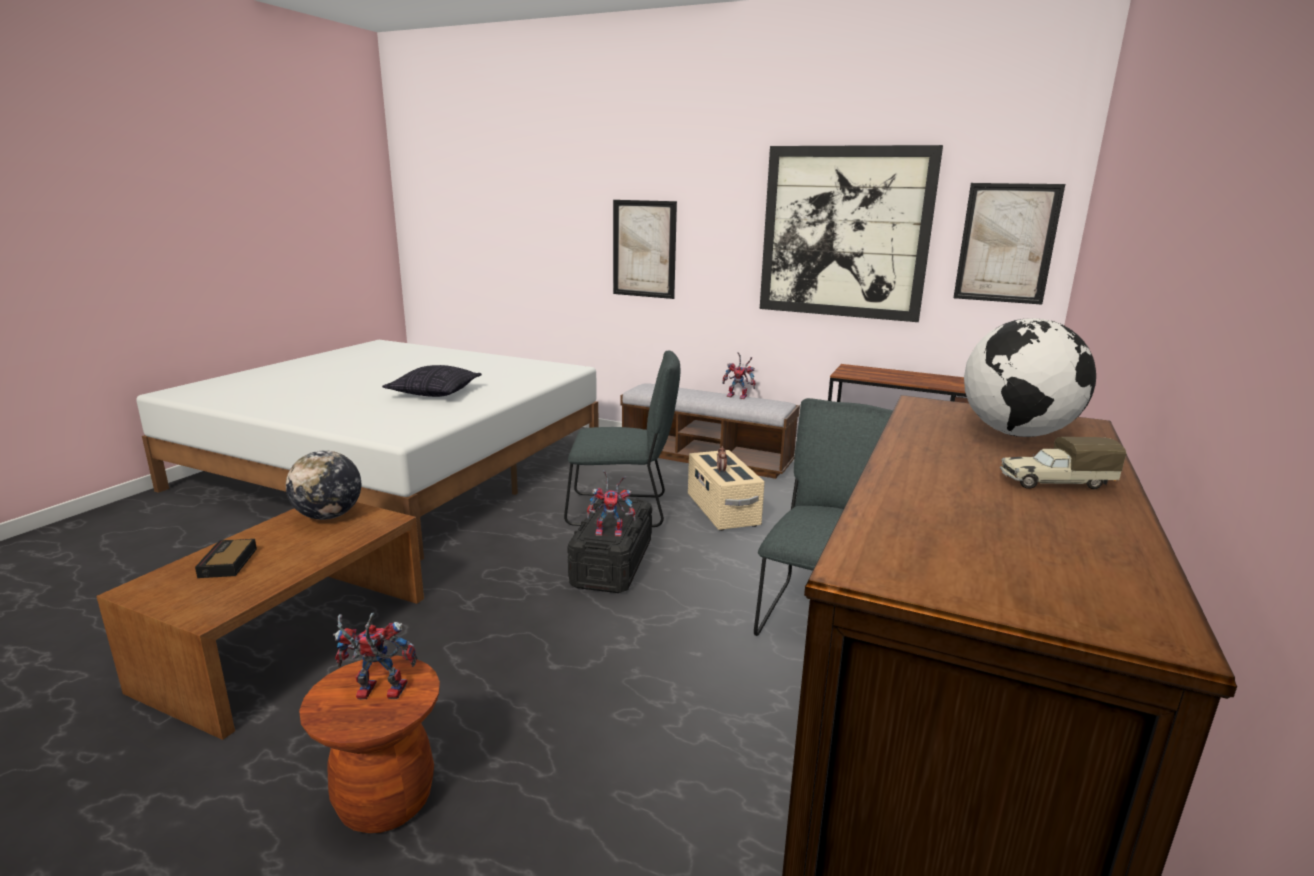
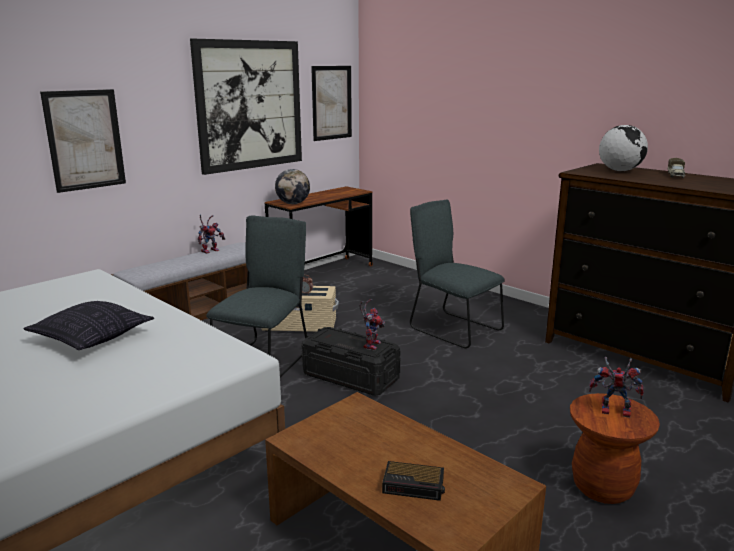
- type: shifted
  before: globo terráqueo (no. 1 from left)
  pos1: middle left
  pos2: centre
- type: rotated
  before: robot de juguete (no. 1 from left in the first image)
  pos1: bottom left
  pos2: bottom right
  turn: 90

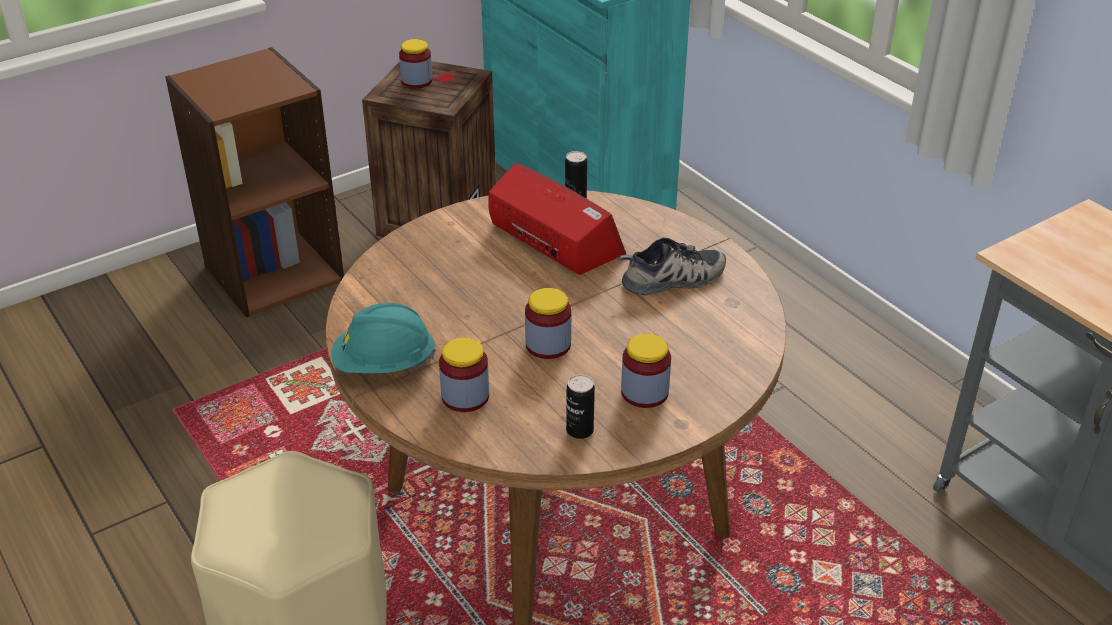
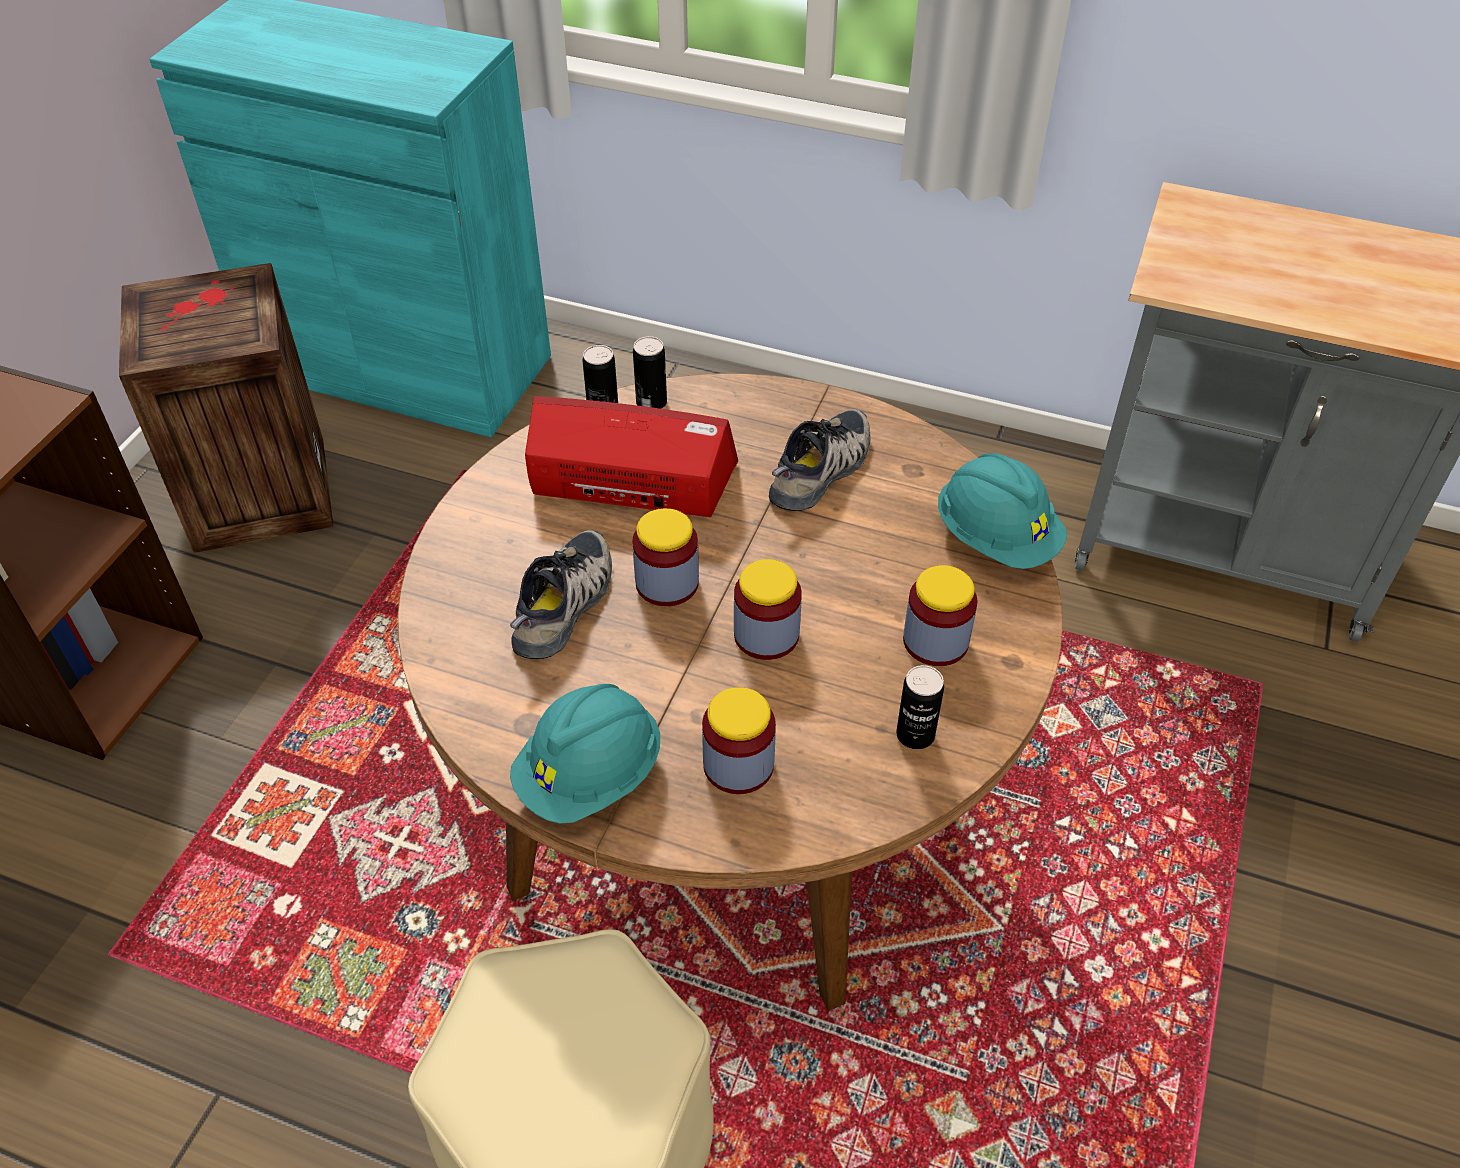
- type: new
  after: zapato (no. 1 from left)
  pos2: centre
- type: new
  after: lata (no. 2 from left)
  pos2: top centre
- type: new
  after: casco (turquesa) (no. 2 from left)
  pos2: middle right
- type: shifted
  before: tarro (no. 1 from left)
  pos1: top centre
  pos2: centre

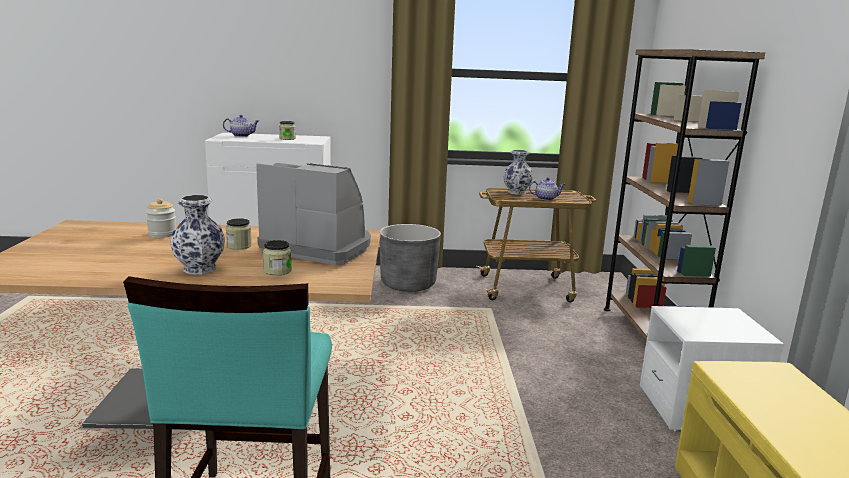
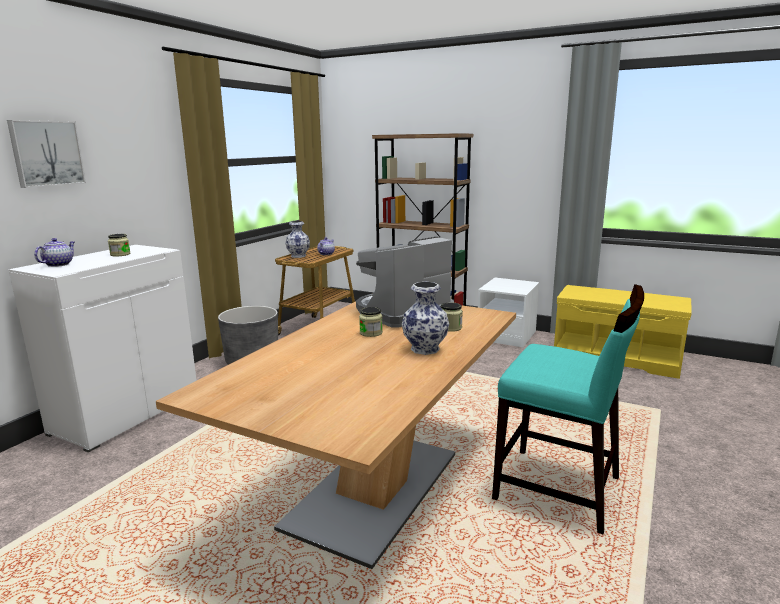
- type: gone
  before: tarro (no. 1 from left)
  pos1: middle left
- type: new
  after: cuadro
  pos2: top left

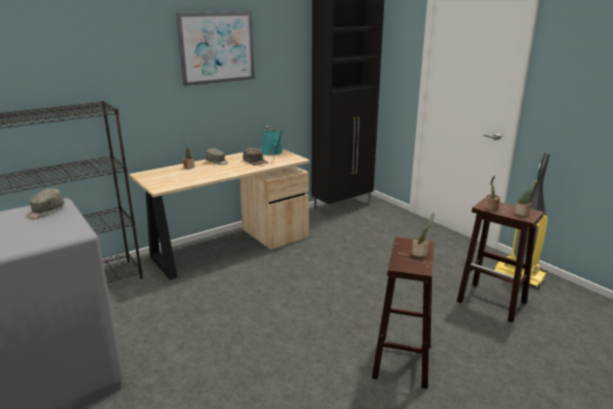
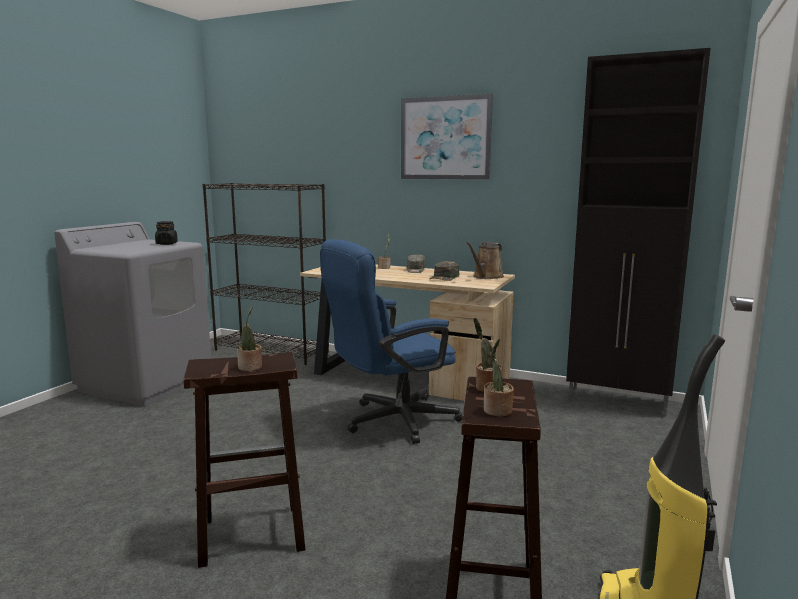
- type: new
  after: silla de oficina (azul)
  pos2: centre
- type: swapped
  before: gorra (gris) (no. 1 from left)
  after: tarro (negro)
  pos1: middle left
  pos2: middle left
- type: repainted
  before: regadera (turquesa)
  after: regadera (marrón)
  pos1: centre
  pos2: centre

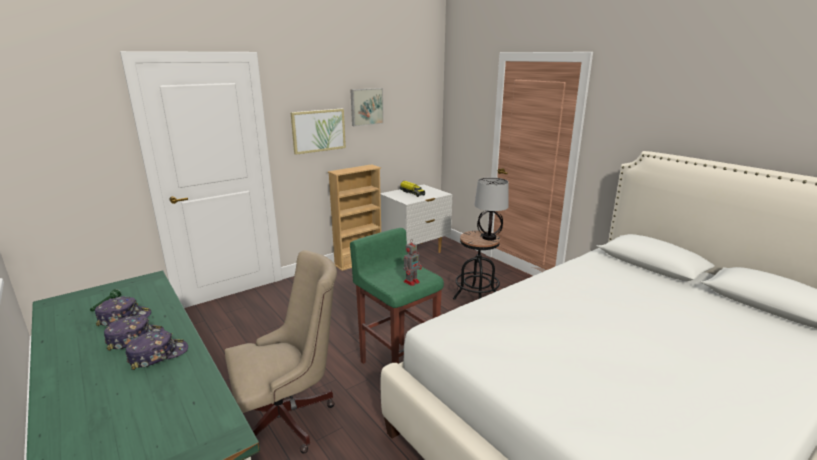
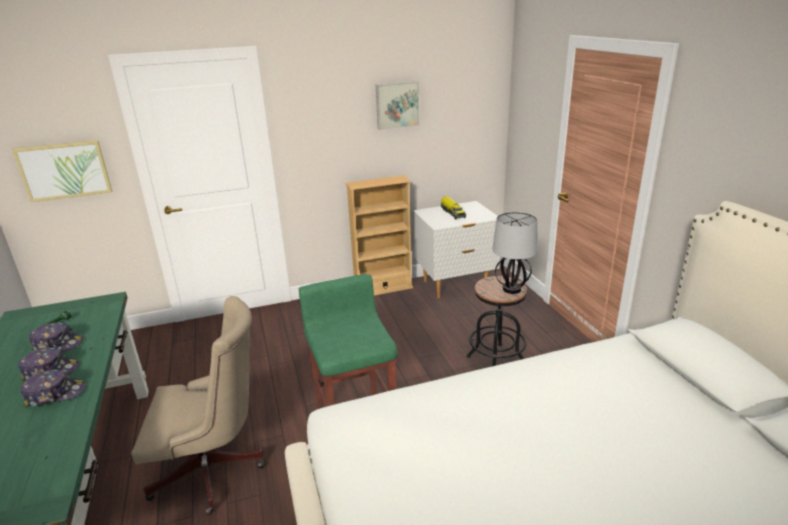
- type: gone
  before: robot de juguete
  pos1: centre
- type: shifted
  before: cuadro (no. 1 from left)
  pos1: top centre
  pos2: top left

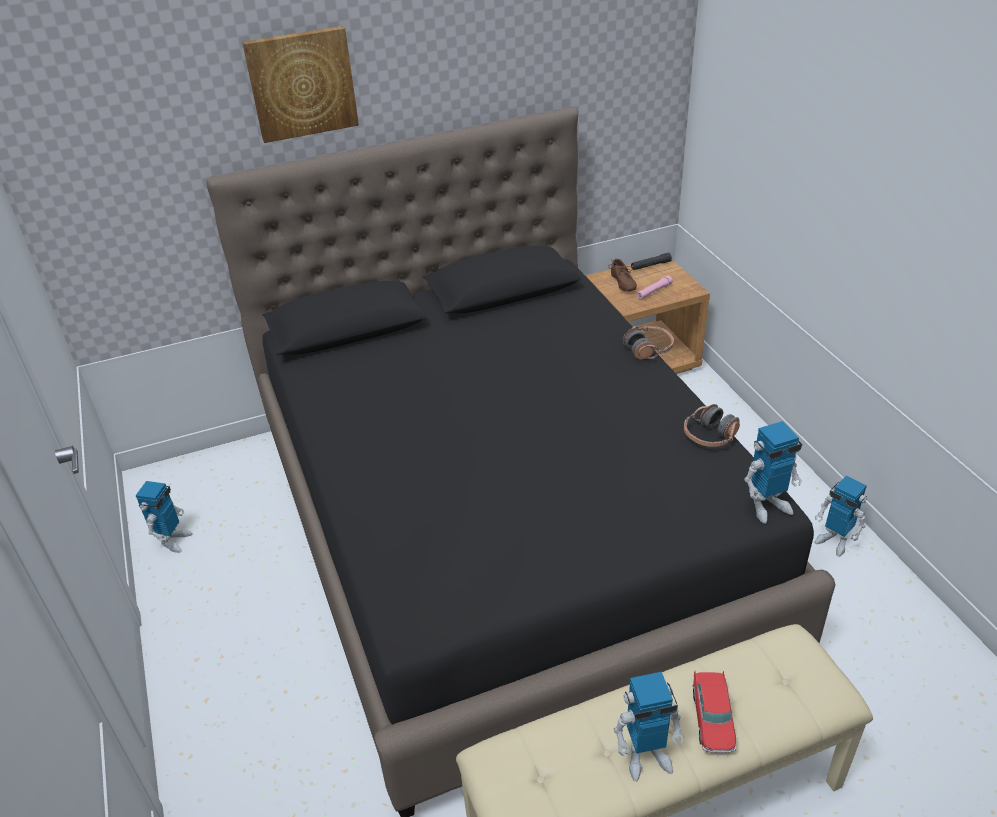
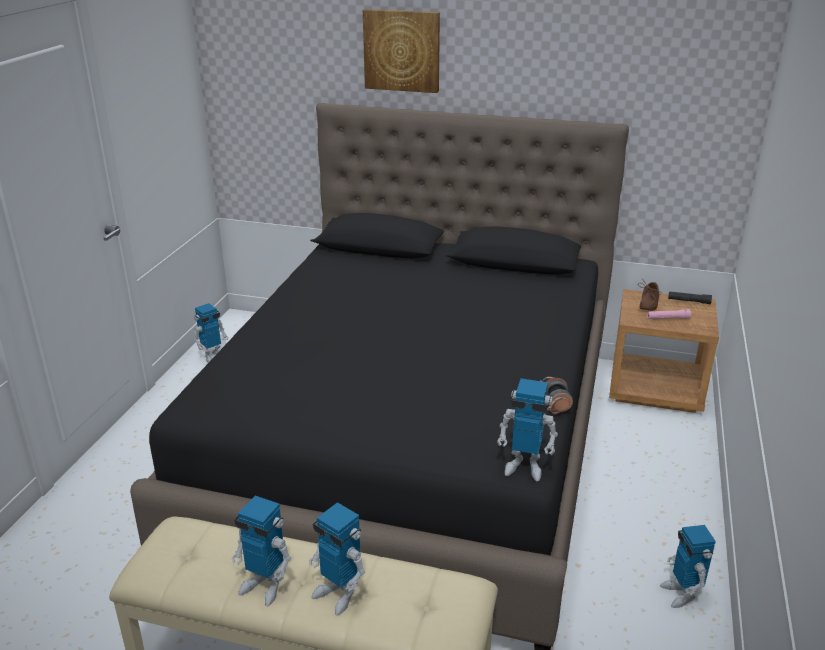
- type: gone
  before: auriculares (no. 1 from left)
  pos1: centre
- type: swapped
  before: coche de juguete
  after: robot de juguete (no. 3 from left)
  pos1: bottom right
  pos2: bottom centre

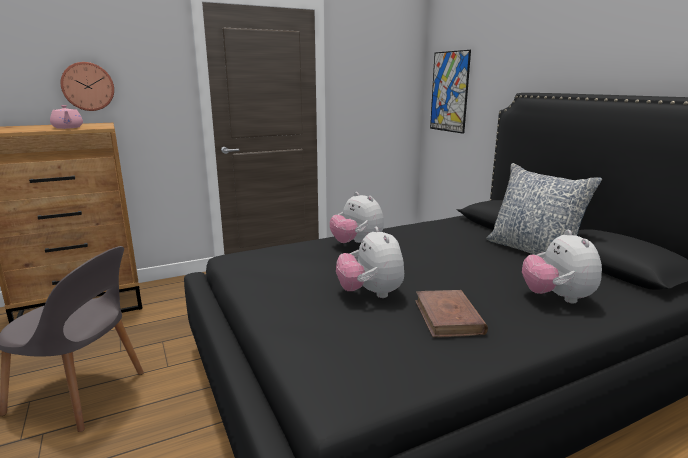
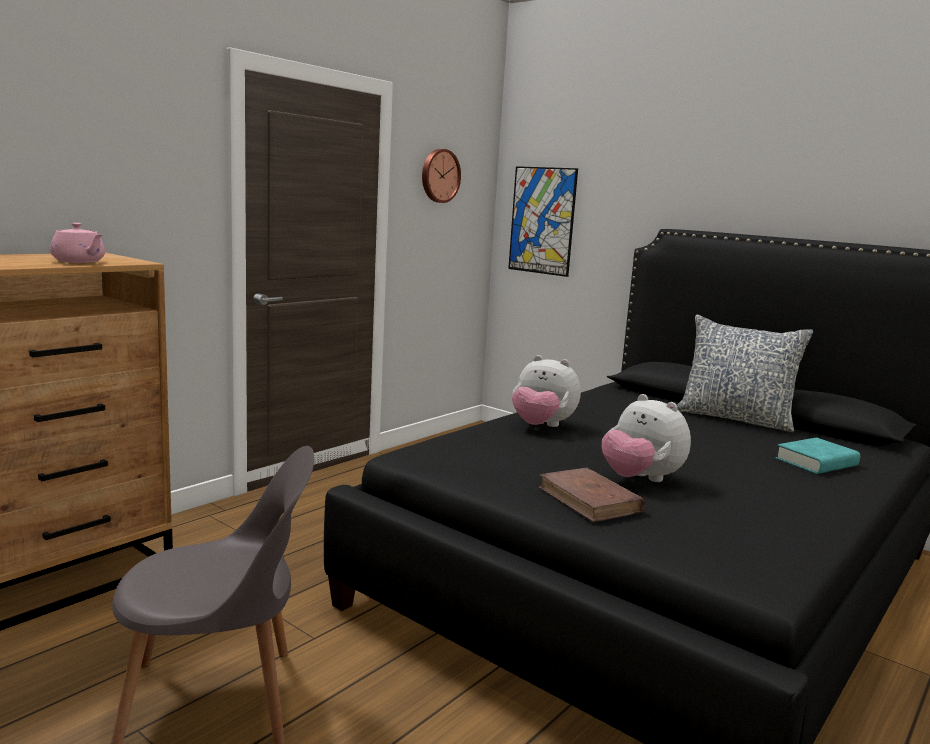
- type: shifted
  before: reloj de pared
  pos1: top left
  pos2: top centre
- type: shifted
  before: libro (marrón)
  pos1: bottom centre
  pos2: centre
- type: swapped
  before: peluche (no. 3 from left)
  after: libro (turquesa)
  pos1: middle right
  pos2: middle right

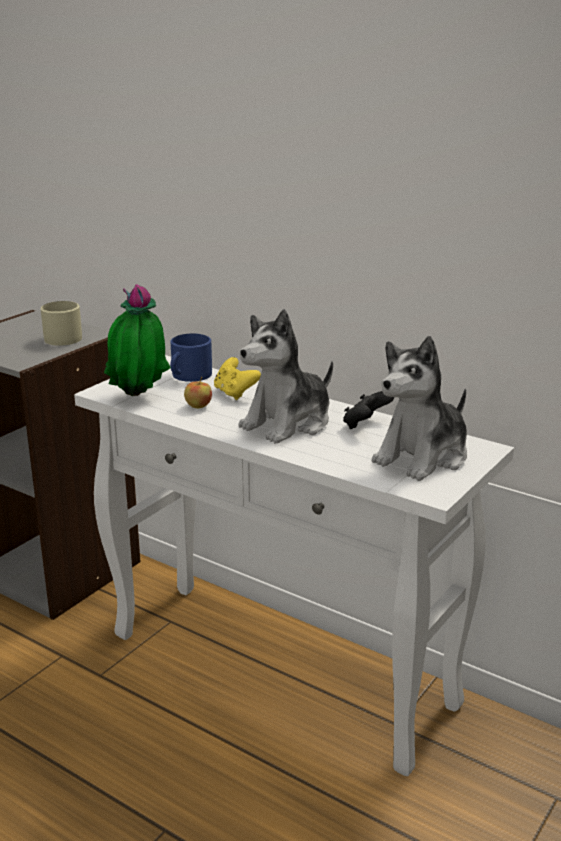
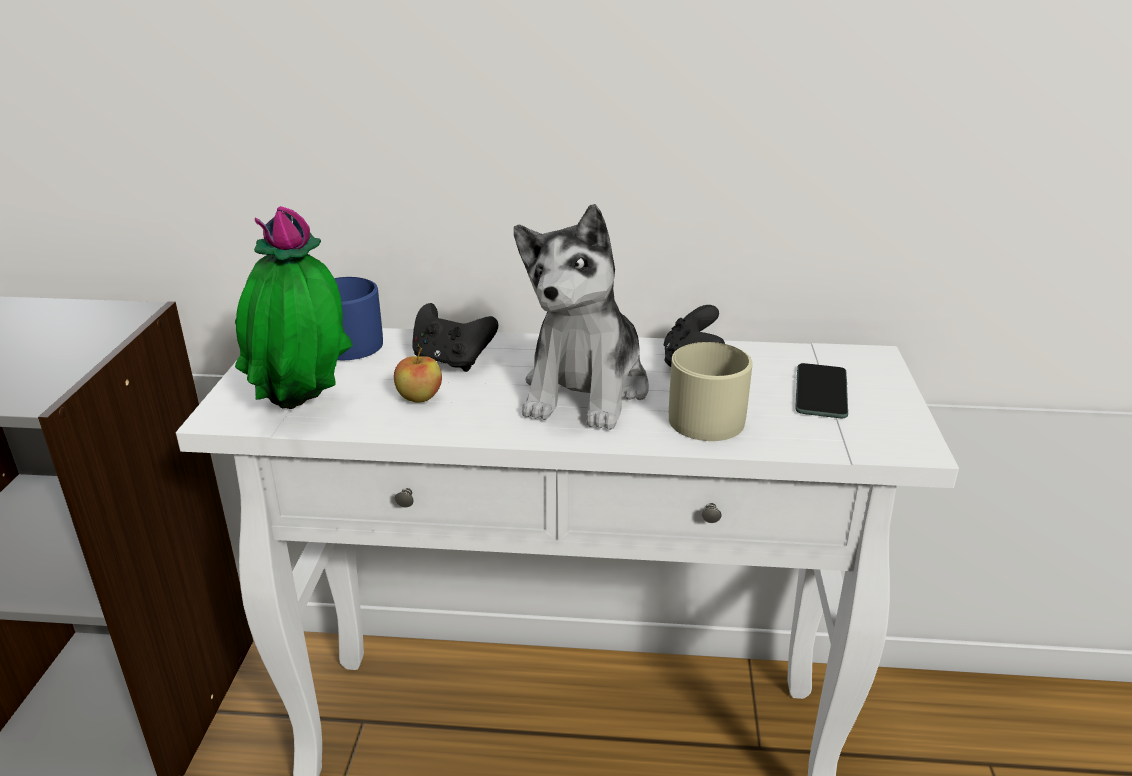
- type: shifted
  before: taza grande (beis)
  pos1: middle left
  pos2: centre
- type: swapped
  before: peluche (no. 2 from left)
  after: móvil
  pos1: middle right
  pos2: middle right
- type: repainted
  before: mando de consola (amarillo)
  after: mando de consola (negro) (no. 1 from left)
  pos1: centre
  pos2: centre

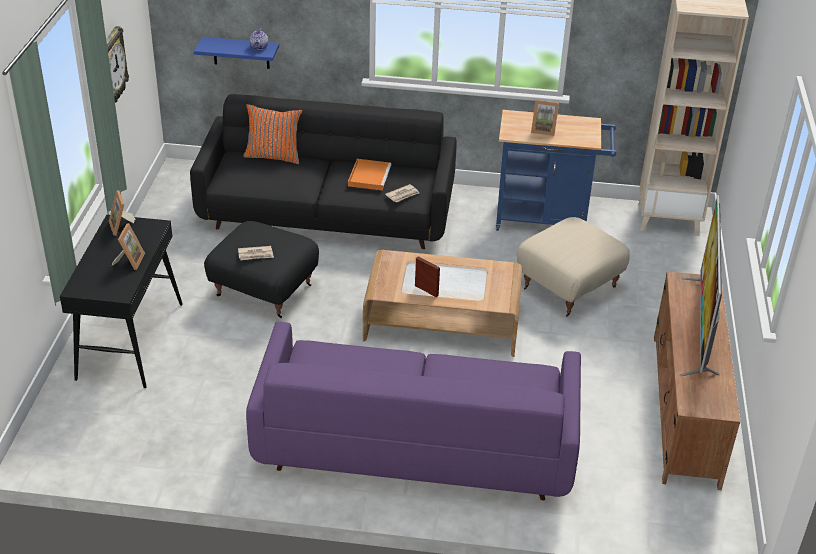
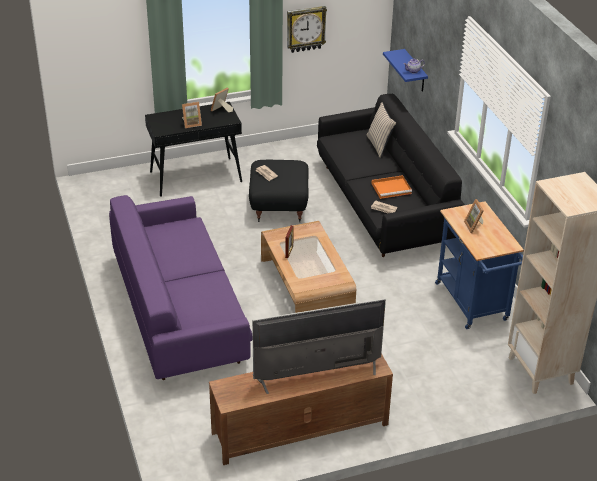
- type: gone
  before: puf (beis)
  pos1: middle right
- type: repainted
  before: cojín (naranja)
  after: cojín (beis)
  pos1: top centre
  pos2: top centre

